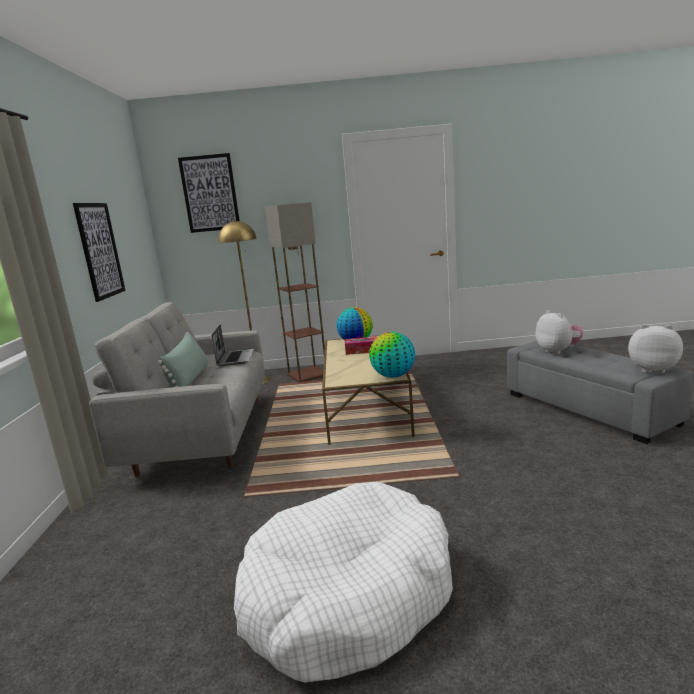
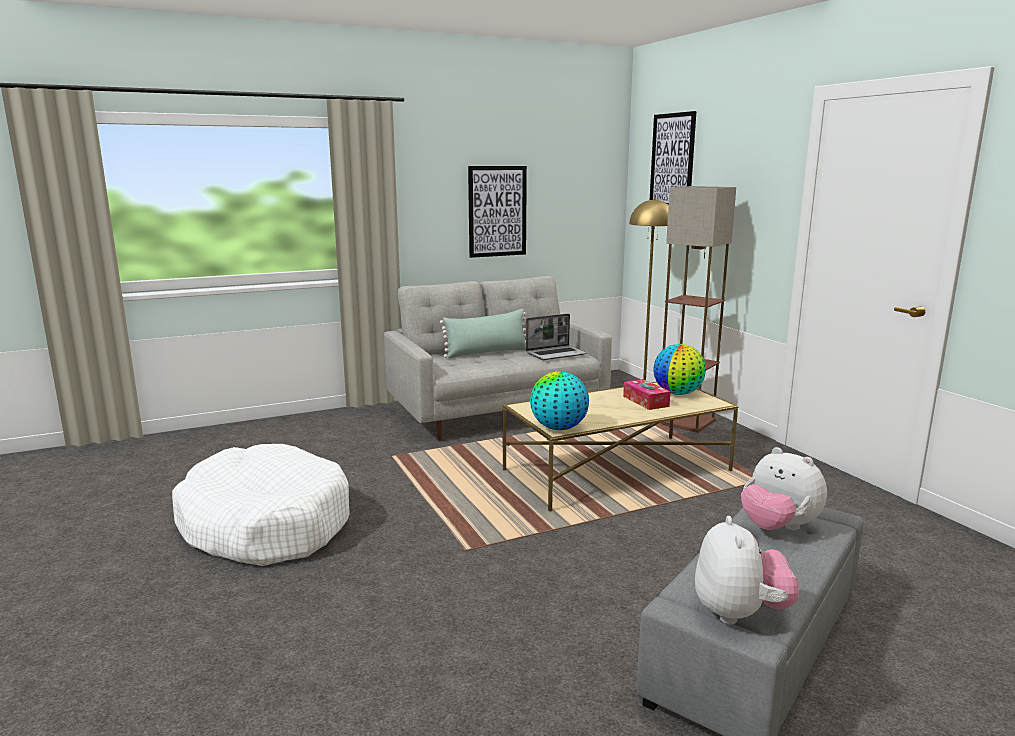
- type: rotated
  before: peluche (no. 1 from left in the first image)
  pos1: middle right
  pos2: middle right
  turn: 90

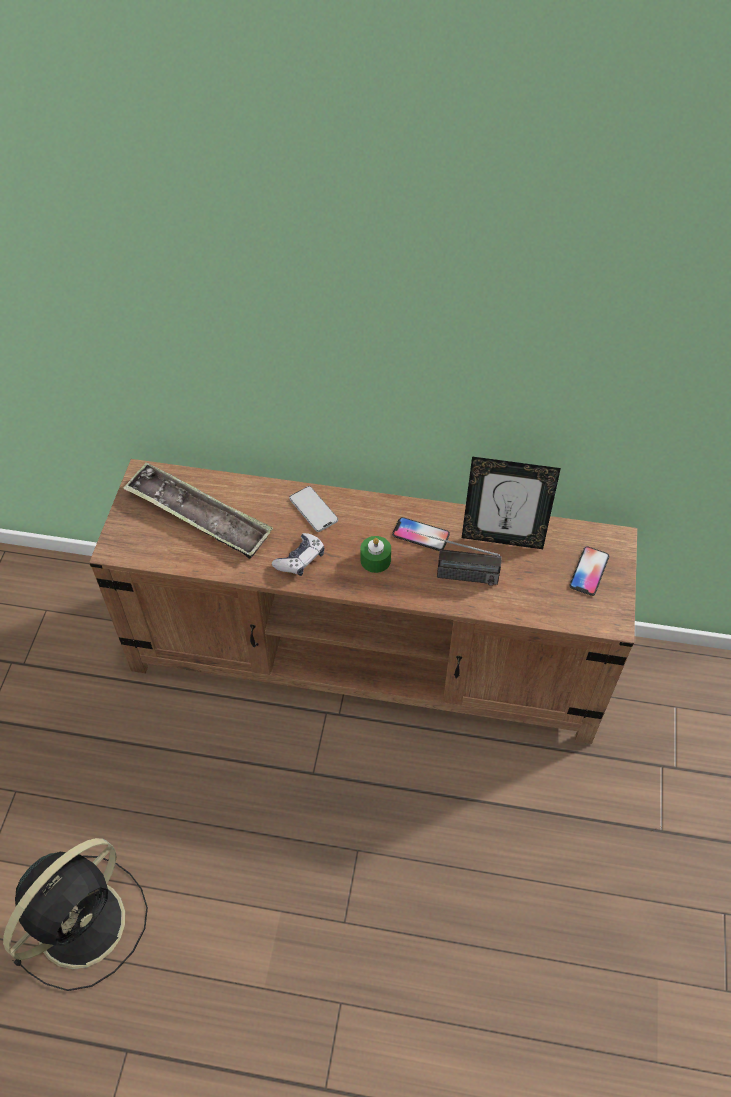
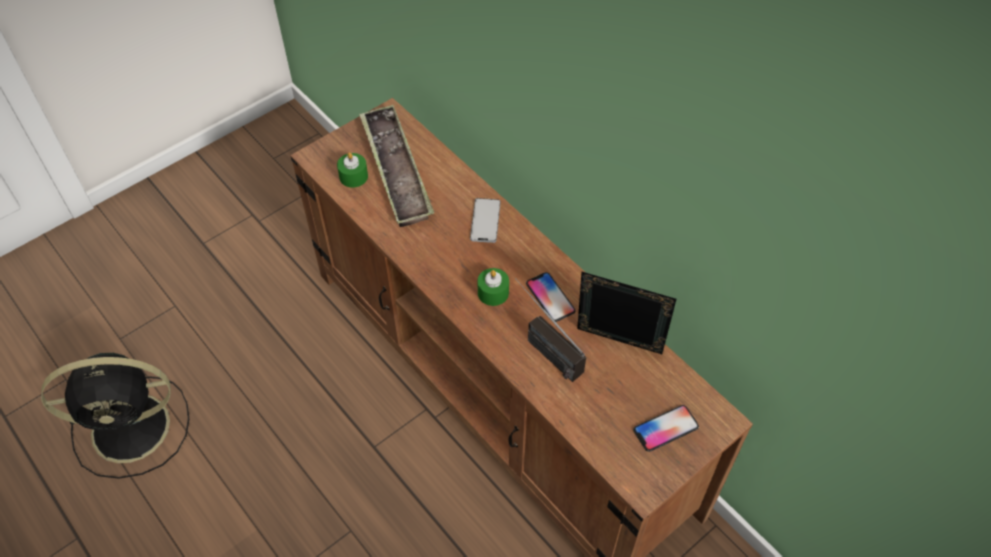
- type: gone
  before: mando de consola
  pos1: centre
- type: new
  after: vela (verde) (no. 1 from left)
  pos2: top centre
- type: rotated
  before: portarretratos
  pos1: middle right
  pos2: centre
  turn: 150

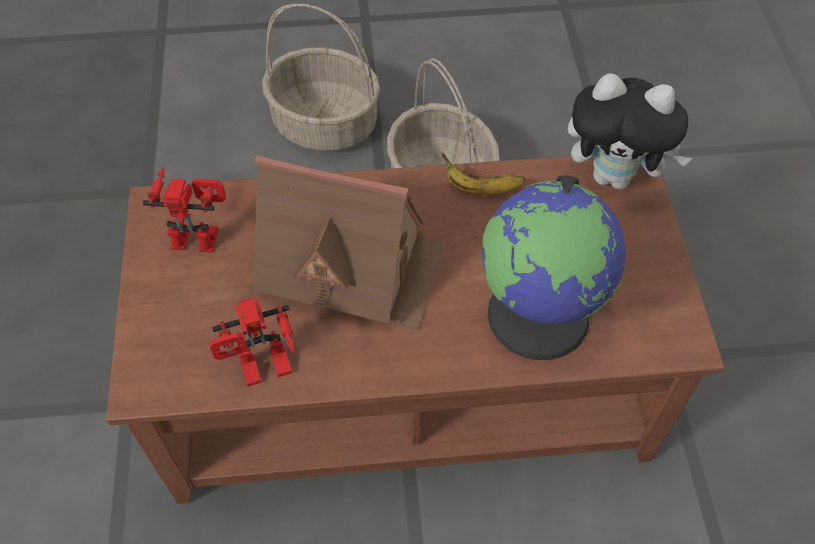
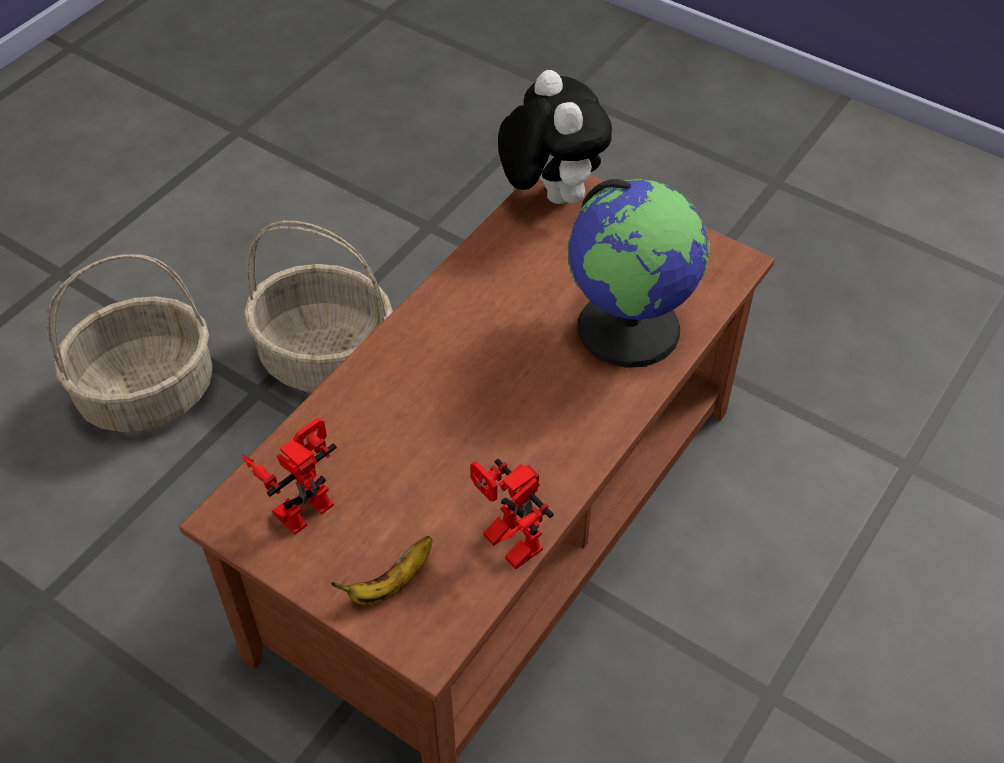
- type: gone
  before: casita
  pos1: centre
- type: shifted
  before: plátano
  pos1: top centre
  pos2: bottom centre
- type: rotated
  before: robot de juguete (no. 2 from left)
  pos1: middle left
  pos2: bottom centre
  turn: 120
- type: rotated
  before: peluche
  pos1: top right
  pos2: top centre
  turn: -75

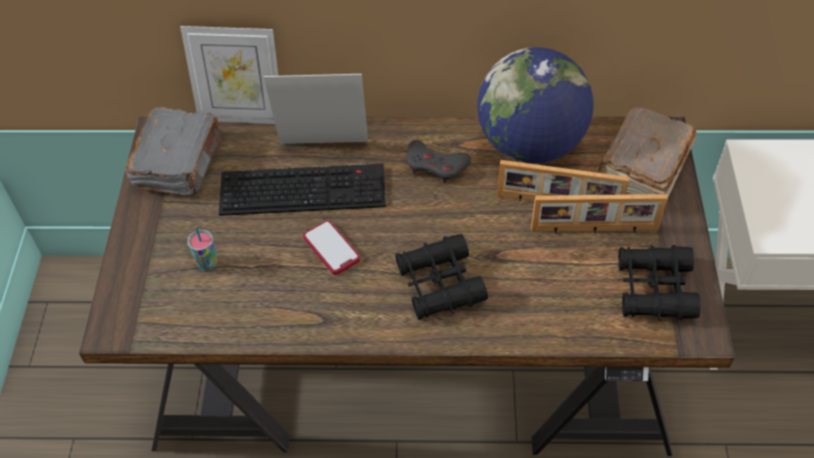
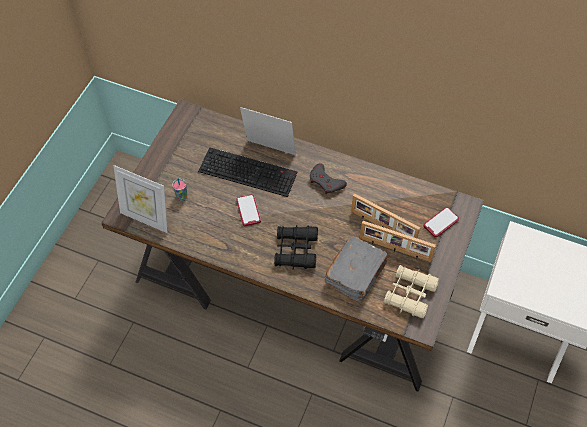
- type: gone
  before: globo terráqueo
  pos1: top centre
- type: shifted
  before: libro (gris)
  pos1: top left
  pos2: centre
- type: shifted
  before: portarretratos (no. 1 from left)
  pos1: top left
  pos2: middle left
- type: swapped
  before: libro (marrón)
  after: móvil (no. 2 from left)
  pos1: top right
  pos2: middle right
- type: repainted
  before: prismáticos (negro) (no. 2 from left)
  after: prismáticos (beis)
  pos1: middle right
  pos2: bottom right

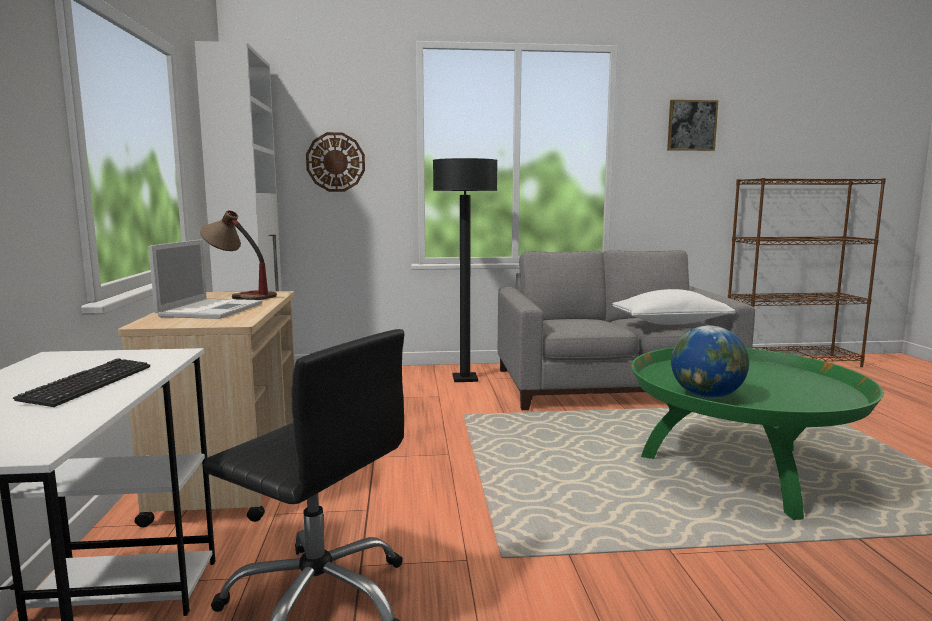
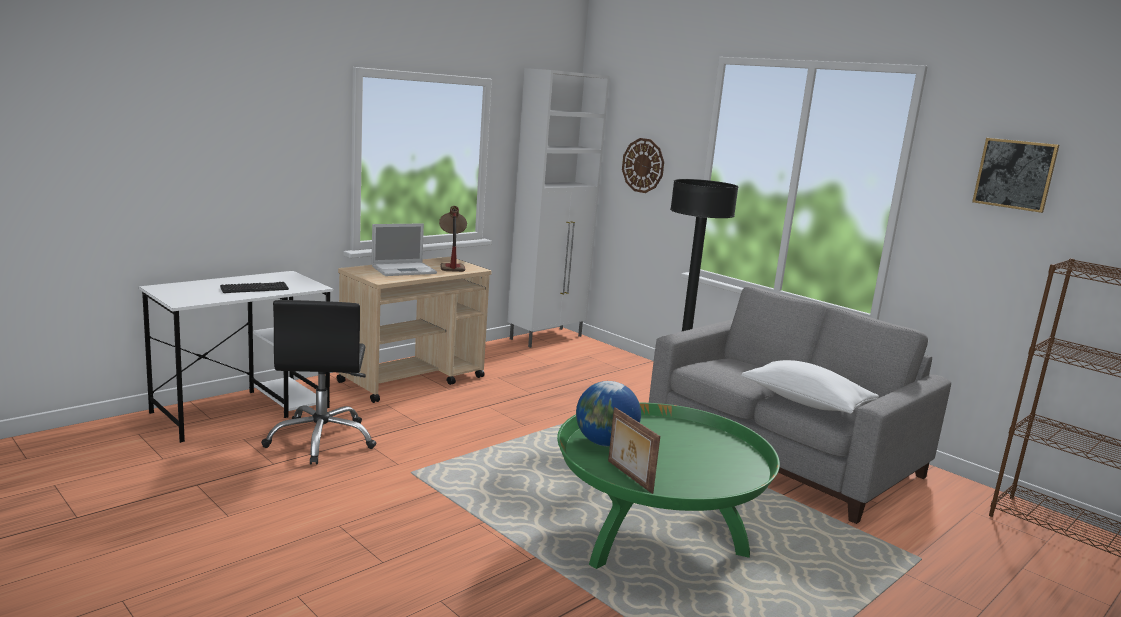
- type: new
  after: portarretratos
  pos2: bottom centre

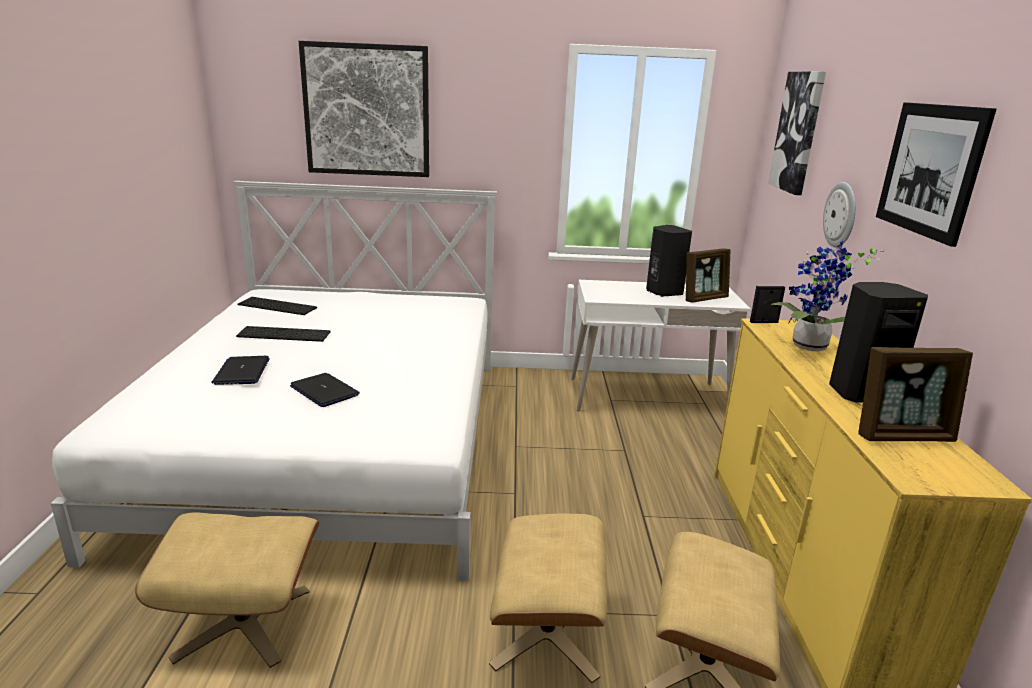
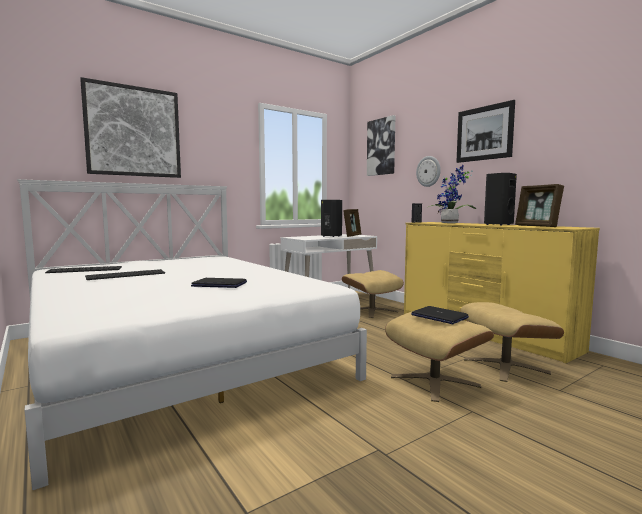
- type: shifted
  before: puf (beis) (no. 1 from left)
  pos1: bottom left
  pos2: centre
- type: shifted
  before: portátil (no. 1 from left in the first image)
  after: portátil (no. 2 from left)
  pos1: middle left
  pos2: middle right
- type: rotated
  before: portarretratos (no. 3 from left)
  pos1: middle right
  pos2: middle right
  turn: 105

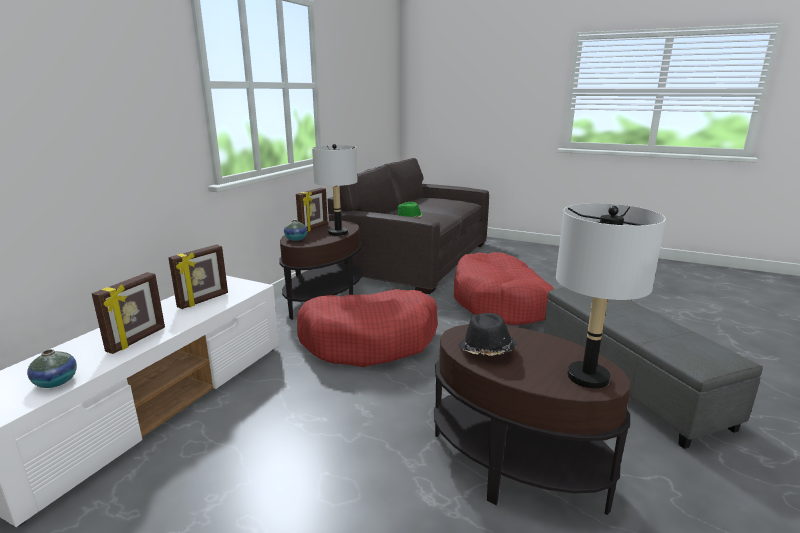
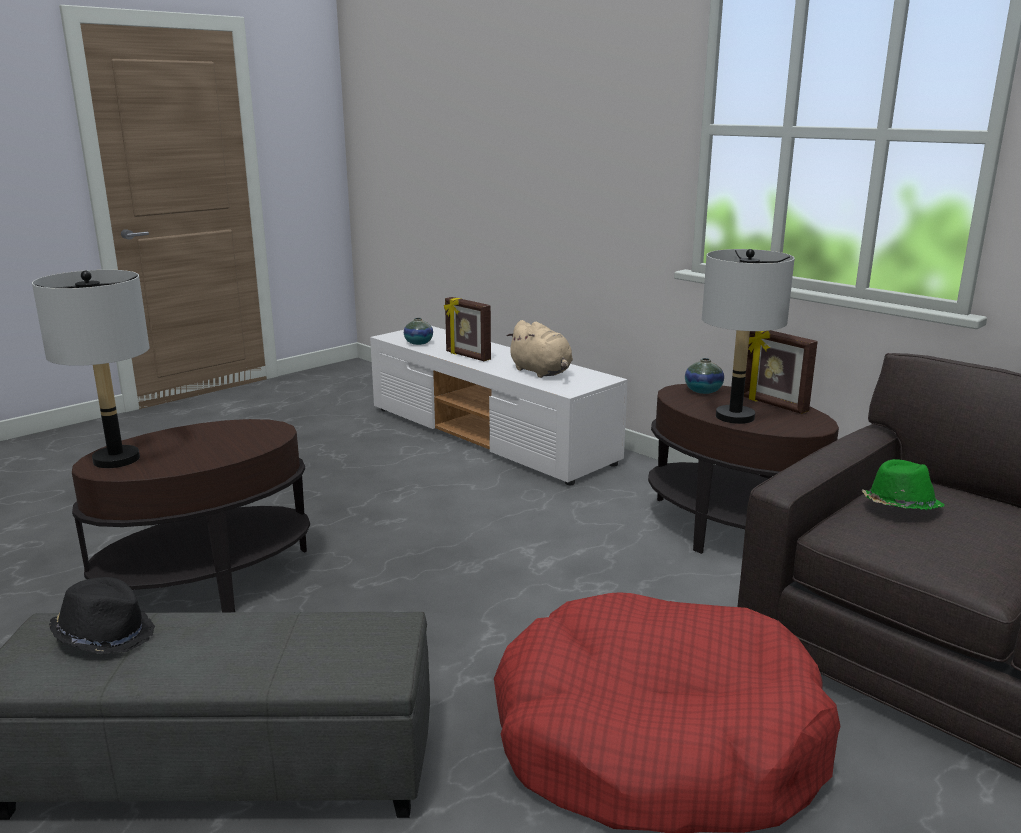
- type: gone
  before: cama para perro (rojo) (no. 1 from left)
  pos1: centre
- type: shifted
  before: sombrero (negro)
  pos1: centre
  pos2: bottom left
- type: swapped
  before: portarretratos (no. 2 from left)
  after: peluche (beis)
  pos1: middle left
  pos2: centre

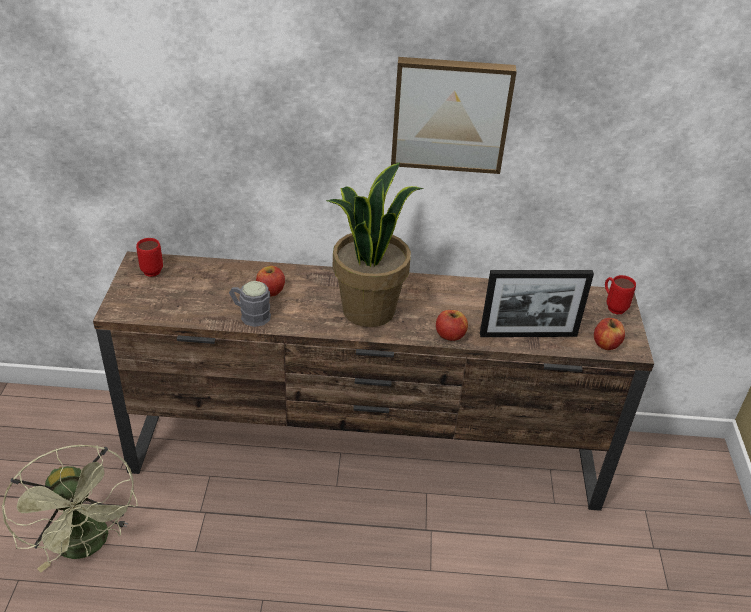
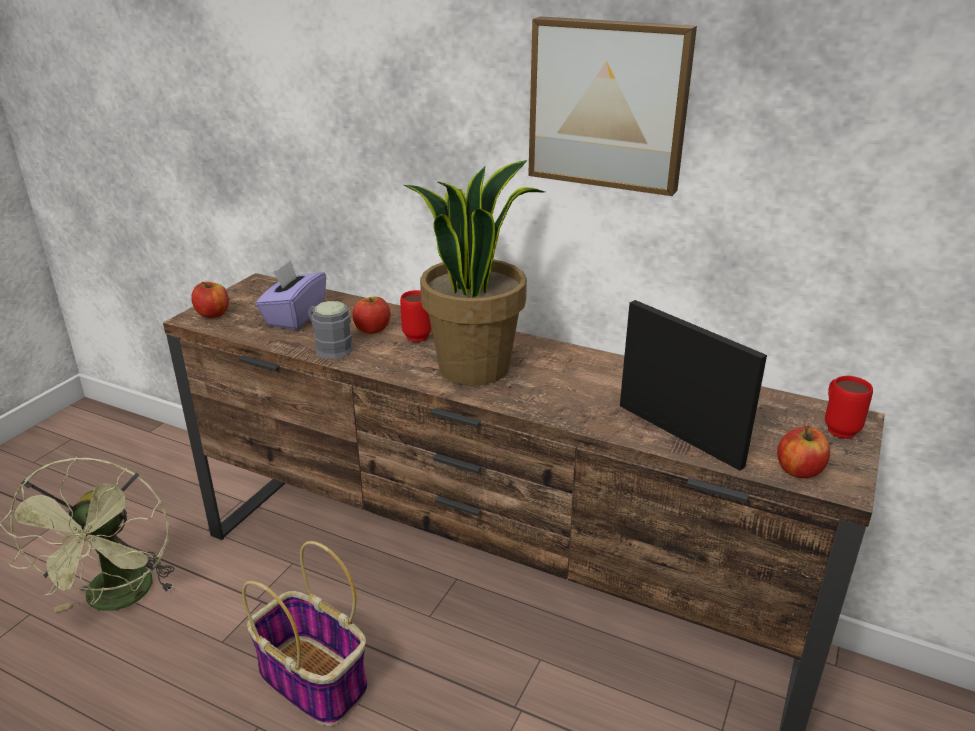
- type: new
  after: cesta
  pos2: bottom left
- type: new
  after: caja de pañuelos (morado)
  pos2: middle left
- type: shifted
  before: taza grande (rojo) (no. 1 from left)
  pos1: middle left
  pos2: centre
- type: shifted
  before: manzana (no. 2 from left in the first image)
  after: manzana (no. 1 from left)
  pos1: centre
  pos2: middle left
- type: rotated
  before: portarretratos
  pos1: middle right
  pos2: middle right
  turn: -150

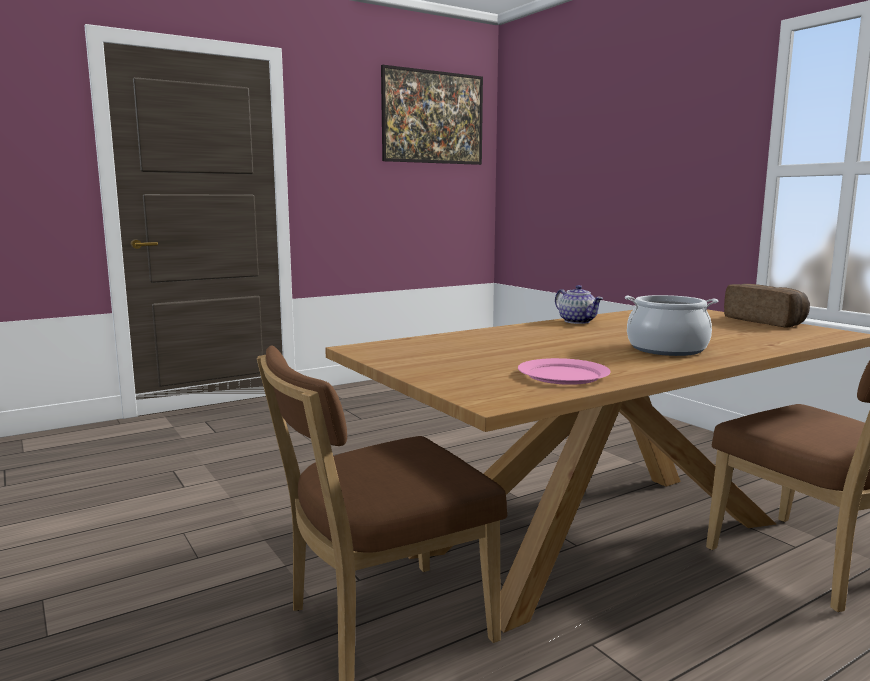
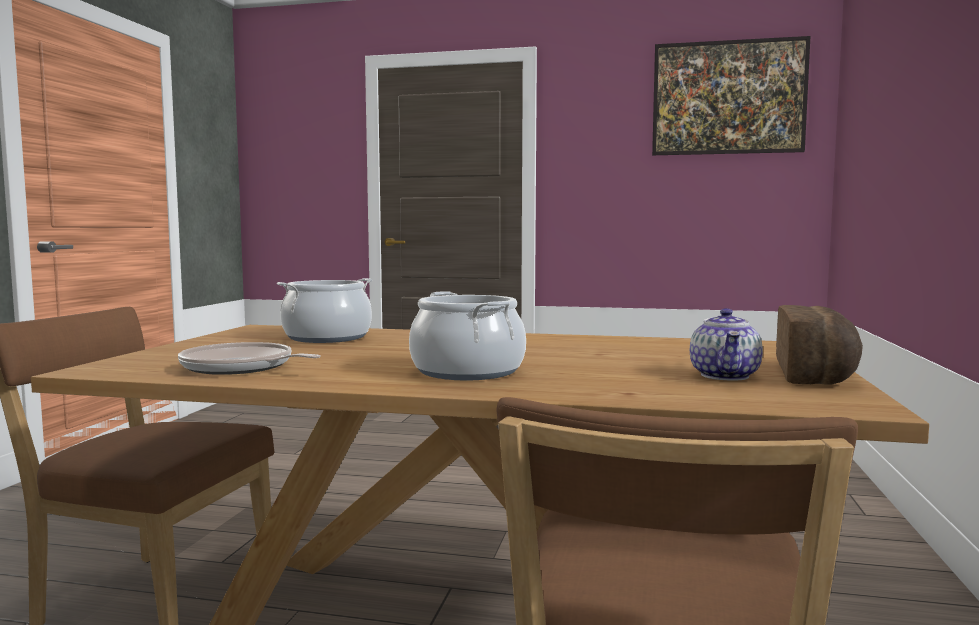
- type: new
  after: olla (no. 1 from left)
  pos2: middle left
- type: shifted
  before: tetera
  pos1: centre
  pos2: middle right
- type: swapped
  before: plato (rosa)
  after: sartén
  pos1: centre
  pos2: middle left

